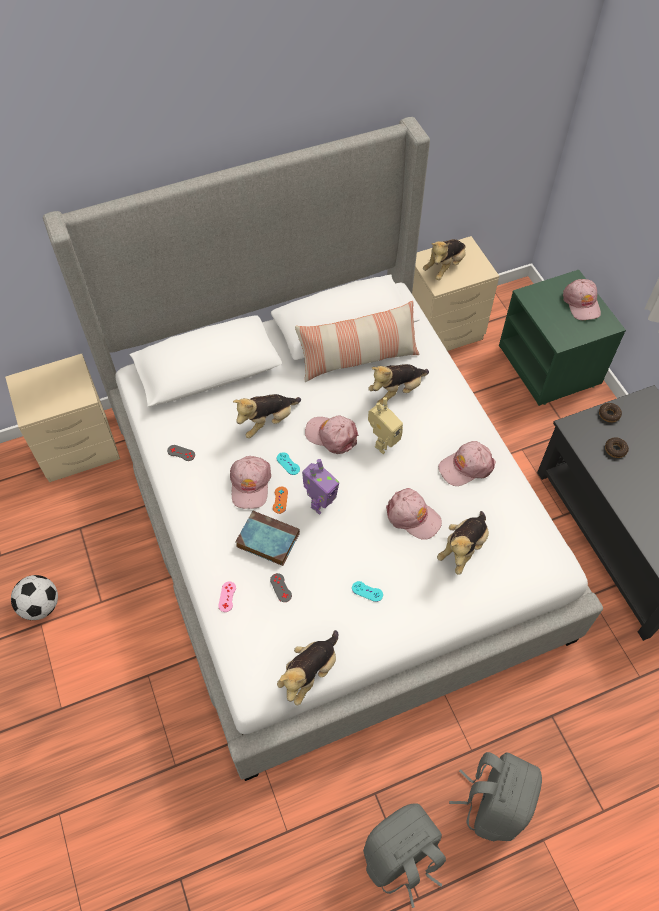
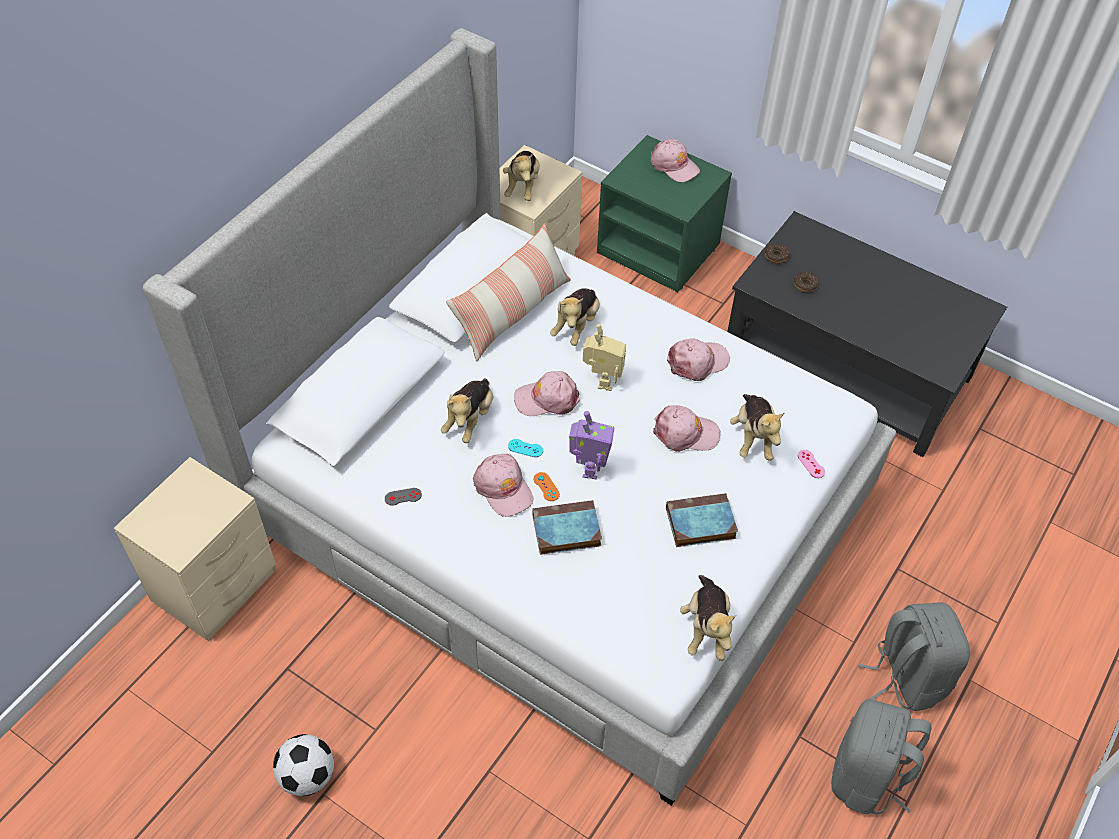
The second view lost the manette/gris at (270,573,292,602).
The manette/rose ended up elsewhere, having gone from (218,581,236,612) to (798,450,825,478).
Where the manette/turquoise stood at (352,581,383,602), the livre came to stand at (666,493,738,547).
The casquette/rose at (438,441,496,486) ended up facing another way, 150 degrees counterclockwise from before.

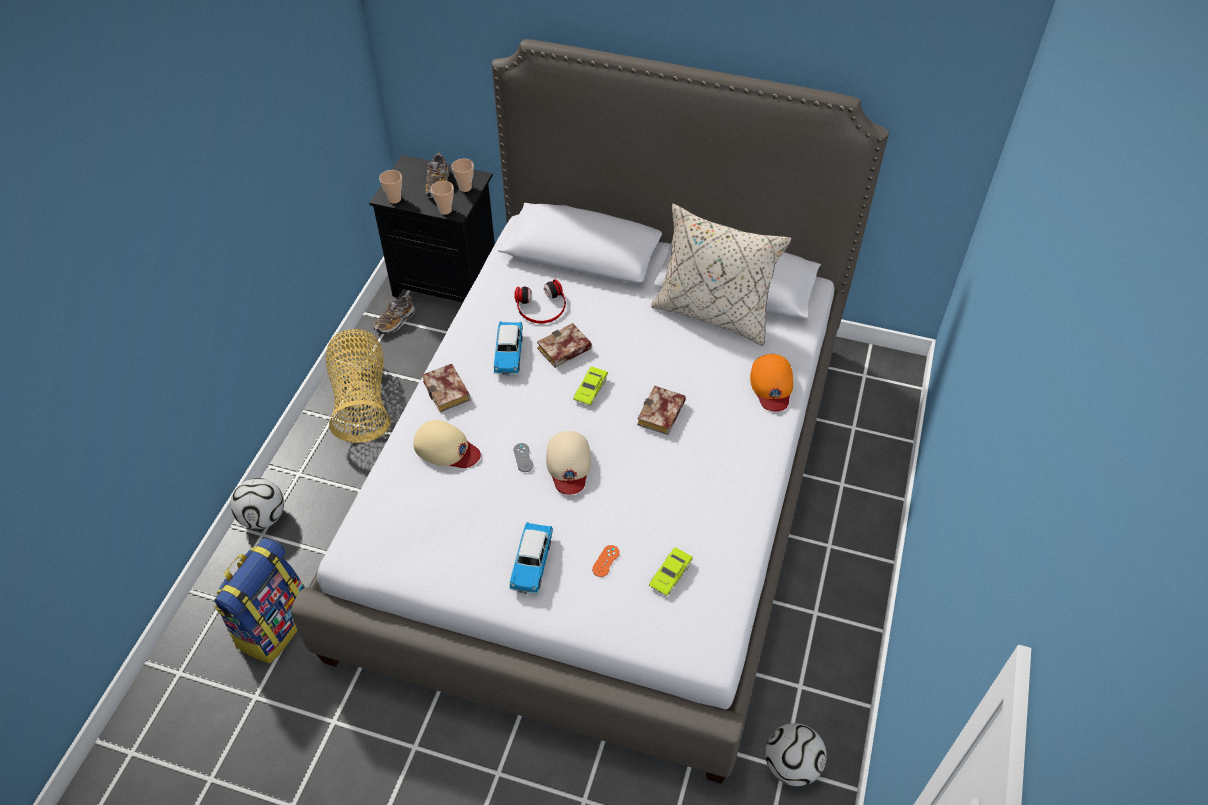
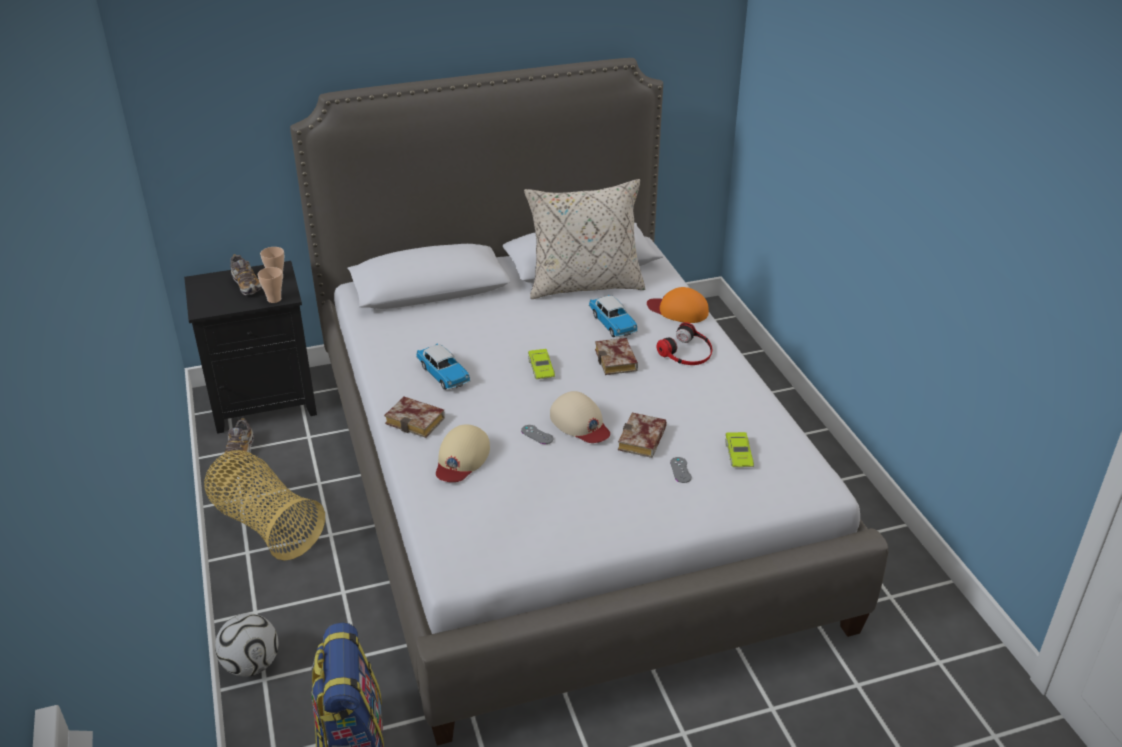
The second view lost the tasse at (379,170,402,203).
The second view lost the ballon de foot at (765,723,827,786).
The petite voiture ended up elsewhere, having gone from (509,522,553,594) to (589,295,638,337).
The casque audio ended up elsewhere, having gone from (514,279,566,324) to (657,322,712,365).
The livre ended up elsewhere, having gone from (537,323,592,368) to (618,413,667,458).
What was the manette/orange at (592,545,620,577) turned into the manette/gris at (670,457,692,483).
The casquette/beige at (413,420,481,468) ended up facing another way, 120 degrees clockwise from before.
The casquette/orange at (750,354,793,411) ended up facing another way, 150 degrees clockwise from before.

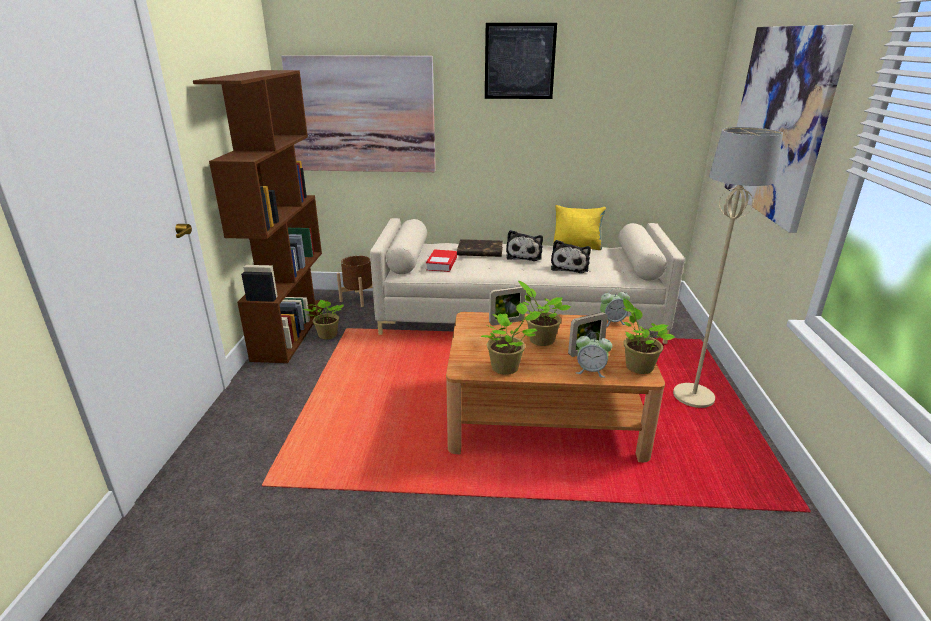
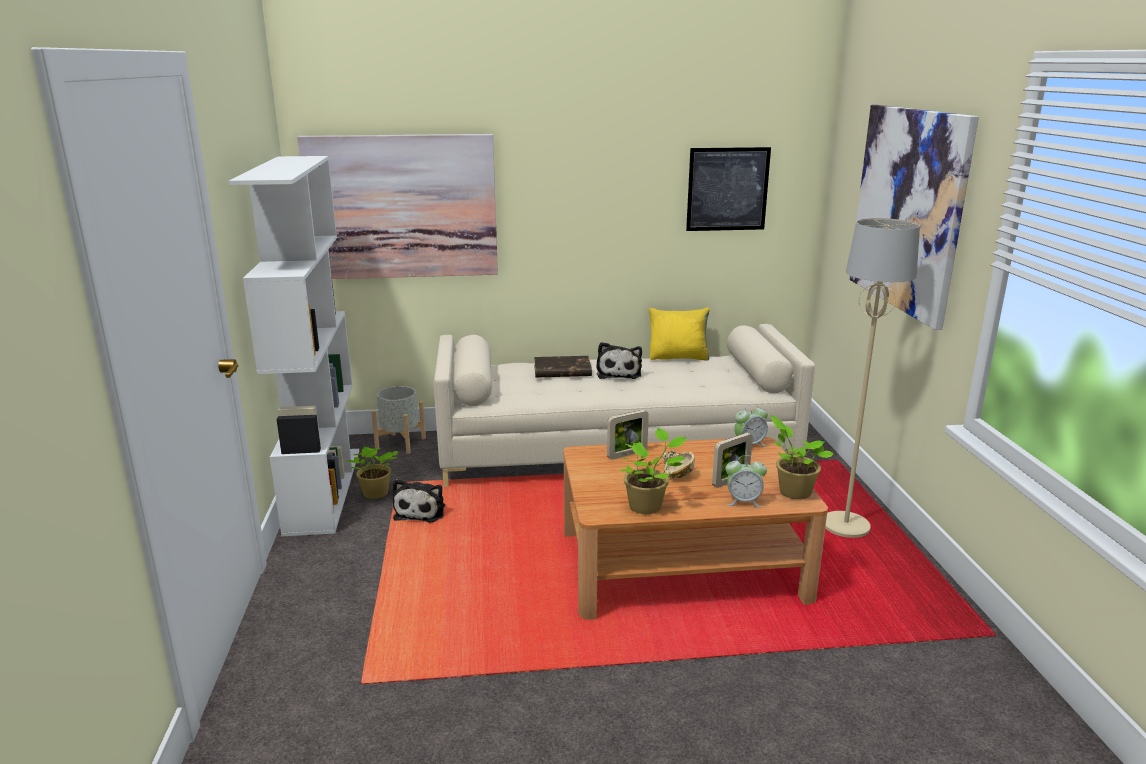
The second view lost the livre at (426,250,457,272).
The tableau ended up elsewhere, having gone from (485,23,557,99) to (686,147,771,231).
The peluche ended up elsewhere, having gone from (551,240,591,273) to (393,479,445,522).
Where the plante en pot stood at (518,281,571,346), the bol/beige came to stand at (662,450,695,479).
What was the bibliothèque/marron at (193,70,328,363) turned into the bibliothèque/blanc at (229,156,359,537).
What was the cache-pot/marron at (337,256,373,307) turned into the cache-pot/gris at (372,386,426,454).

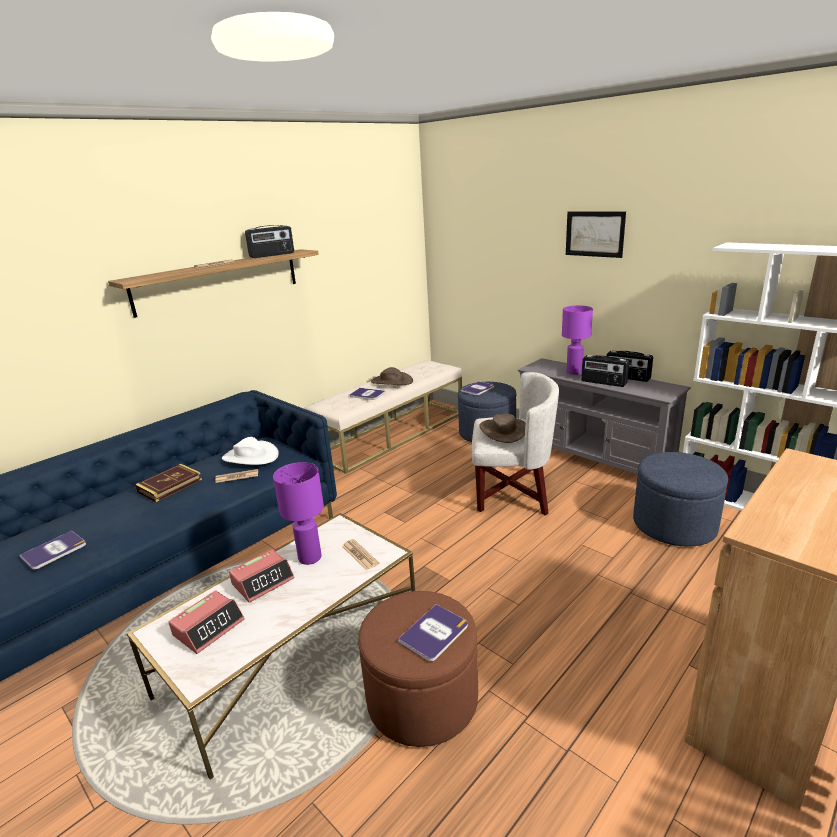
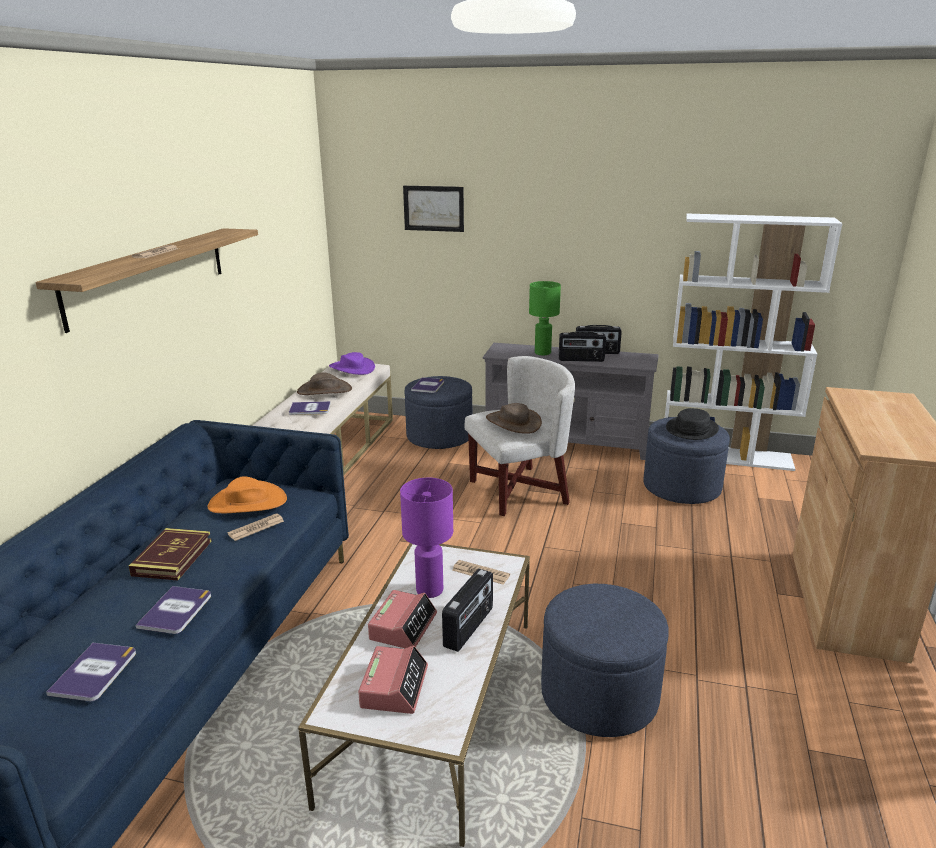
The second view gained the chapeau/violet at (329,352,375,375).
The second view gained the chapeau/noir at (666,408,719,440).
The radio ended up elsewhere, having gone from (245,225,294,258) to (442,569,493,652).
The livre ended up elsewhere, having gone from (398,604,468,662) to (136,586,211,634).
The tableau ended up elsewhere, having gone from (566,212,626,258) to (403,186,464,232).
What was the chapeau/blanc at (222,437,279,465) turned into the chapeau/orange at (207,476,287,513).
What was the pouf/marron at (358,591,478,747) turned into the pouf/bleu at (541,584,669,737).
What was the lampe de table/violet at (562,305,593,375) turned into the lampe de table/vert at (529,281,561,355).

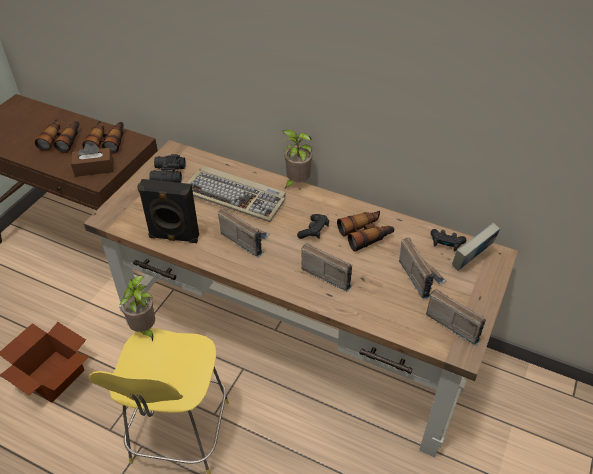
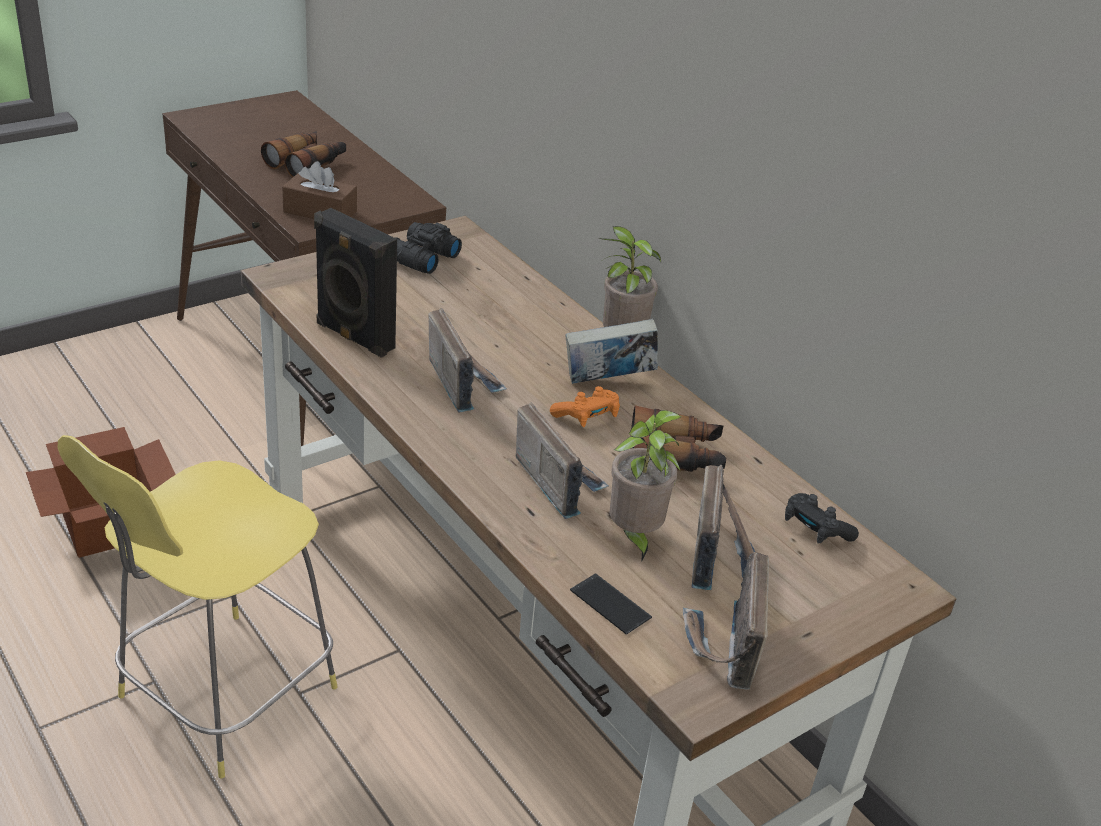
The second view lost the jumelles at (82,121,124,154).
The second view lost the clavier at (186,166,286,222).
The second view gained the téléphone at (570,573,652,635).
The plante en pot ended up elsewhere, having gone from (120,276,155,341) to (610,410,681,560).
The livre ended up elsewhere, having gone from (452,223,500,271) to (565,319,658,384).
What was the manette/noir at (297,214,329,239) turned into the manette/orange at (550,386,620,427).
The radio at (426,289,486,346) ended up facing another way, 150 degrees counterclockwise from before.

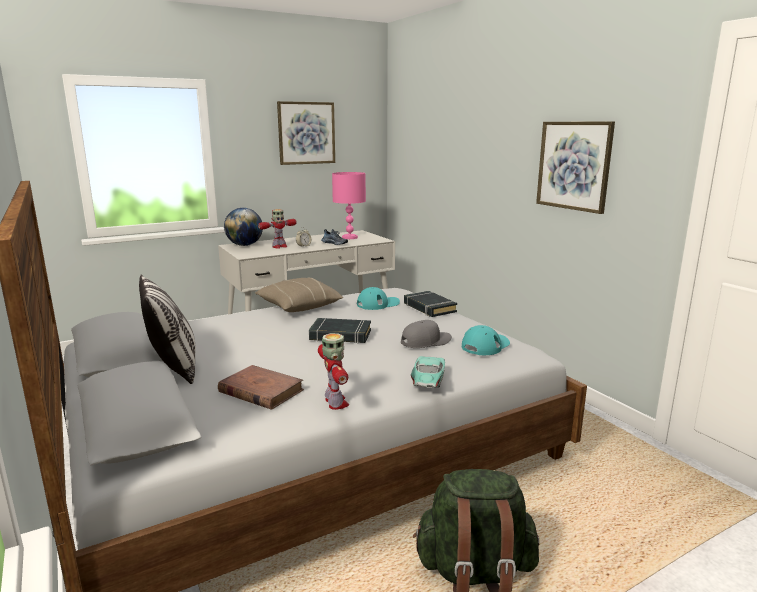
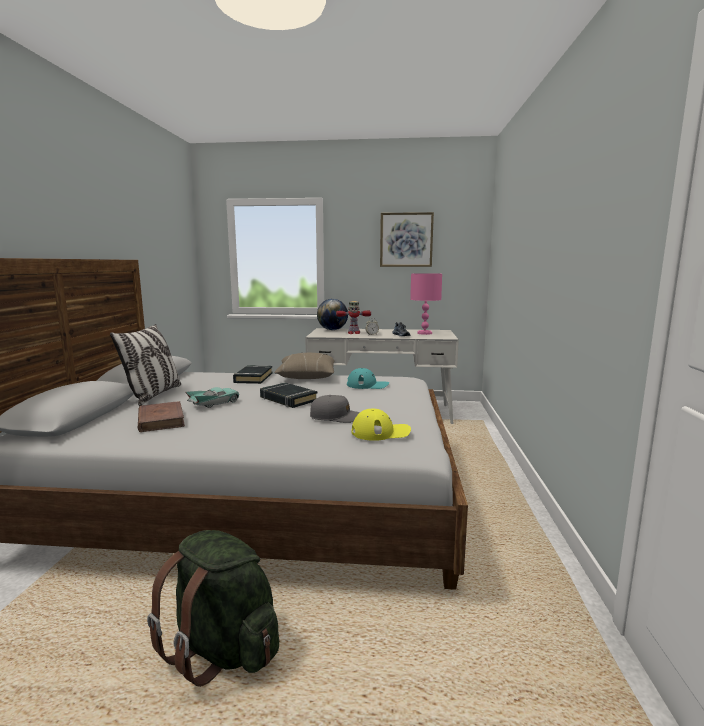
The second view lost the robot jouet at (318,333,349,410).
The second view lost the tableau at (536,121,615,214).
The livre/noir ended up elsewhere, having gone from (404,291,457,317) to (233,365,273,384).
The petite voiture/turquoise ended up elsewhere, having gone from (411,356,445,388) to (186,387,239,408).
What was the casquette/turquoise at (462,325,510,355) turned into the casquette/jaune at (351,409,411,441).

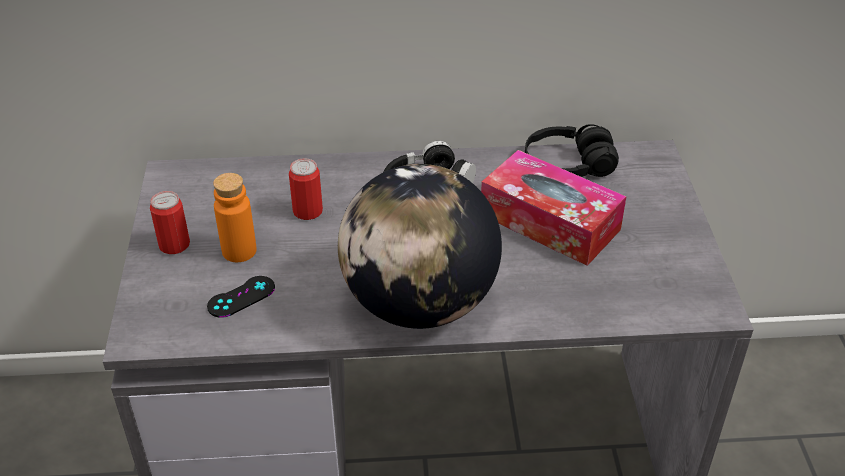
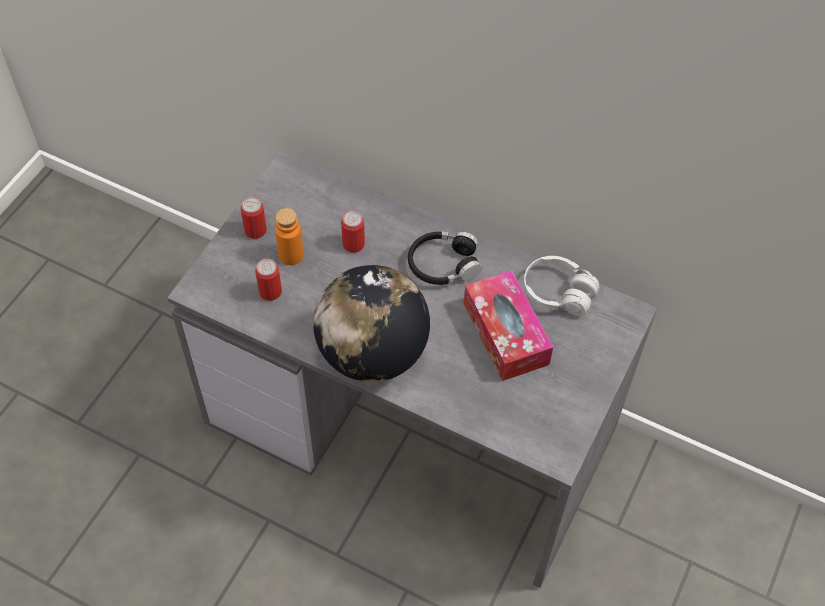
Where the manette/noir stood at (207,276,275,318), the boîte métallique came to stand at (255,259,282,301).
What was the casque audio/noir at (525,124,619,177) turned into the casque audio/blanc at (524,256,600,316).

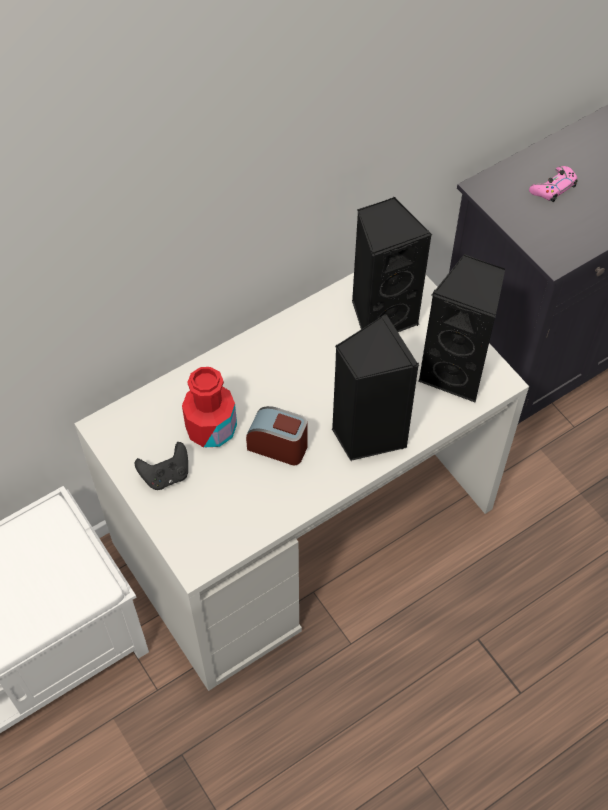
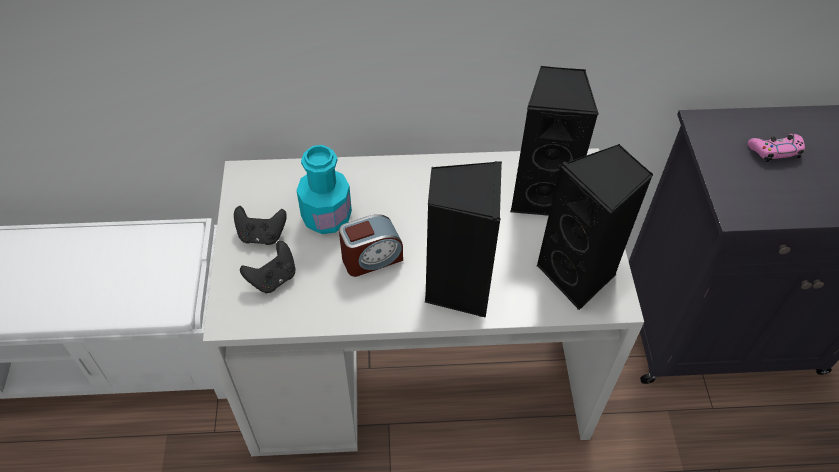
The second view gained the manette/noir at (240,241,296,293).
What was the bouteille/rouge at (182,367,237,447) turned into the bouteille/turquoise at (296,145,352,234).
The réveil at (246,406,308,465) ended up facing another way, 105 degrees clockwise from before.

